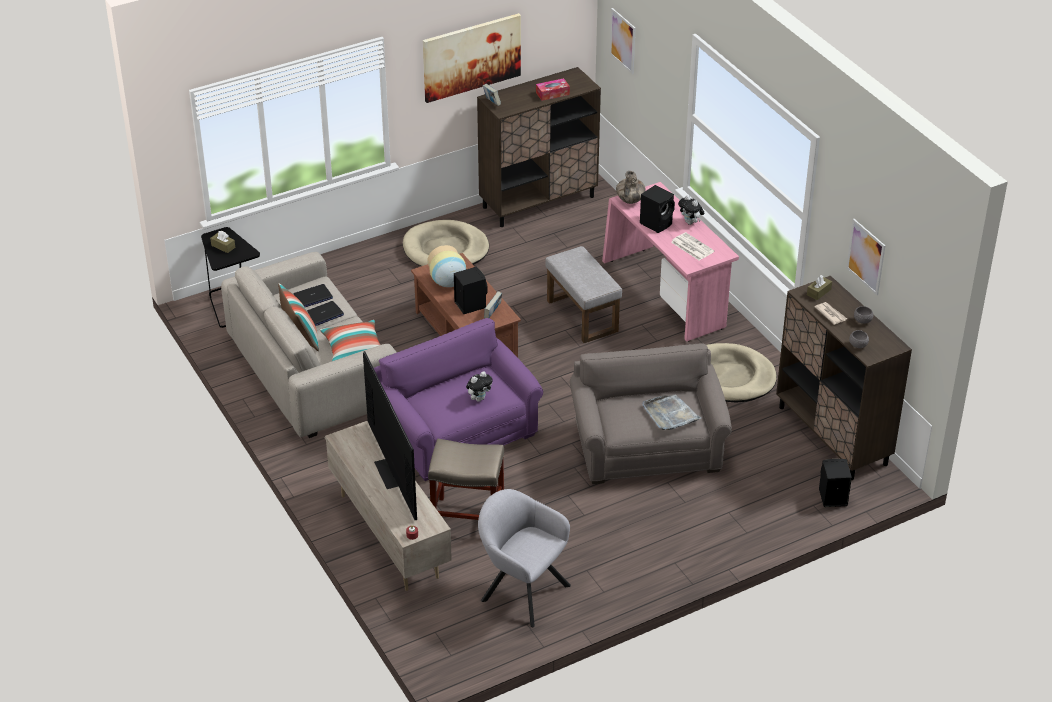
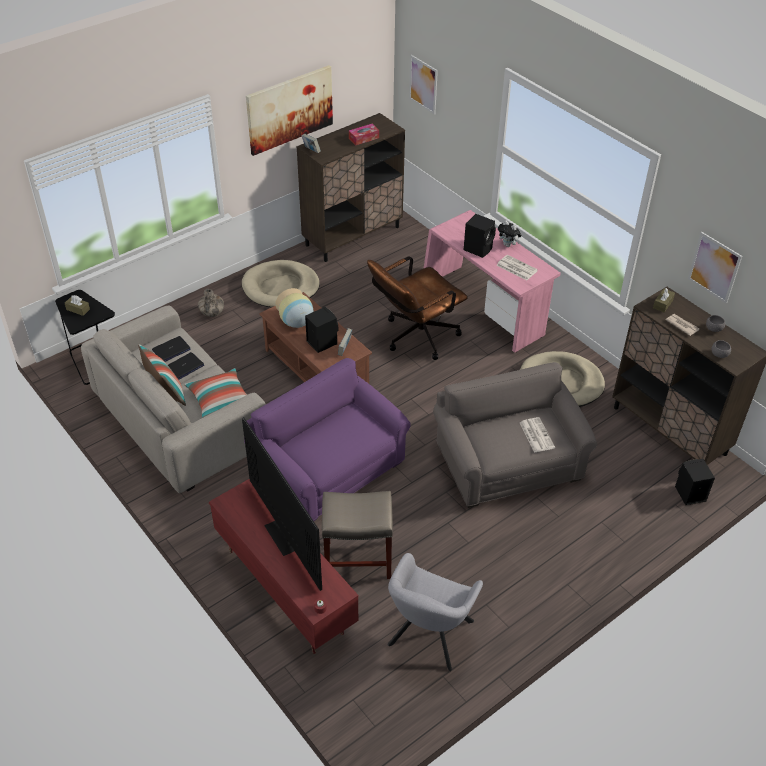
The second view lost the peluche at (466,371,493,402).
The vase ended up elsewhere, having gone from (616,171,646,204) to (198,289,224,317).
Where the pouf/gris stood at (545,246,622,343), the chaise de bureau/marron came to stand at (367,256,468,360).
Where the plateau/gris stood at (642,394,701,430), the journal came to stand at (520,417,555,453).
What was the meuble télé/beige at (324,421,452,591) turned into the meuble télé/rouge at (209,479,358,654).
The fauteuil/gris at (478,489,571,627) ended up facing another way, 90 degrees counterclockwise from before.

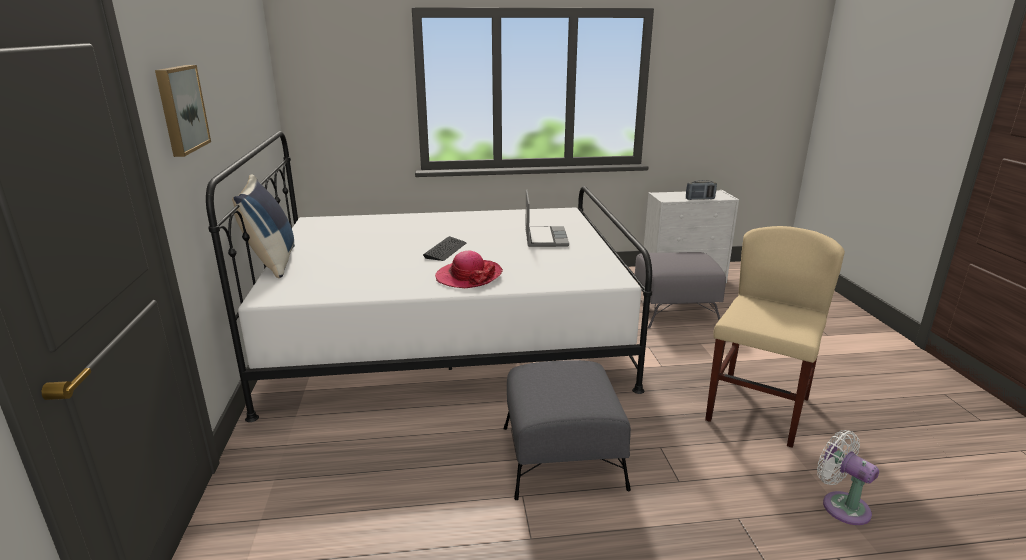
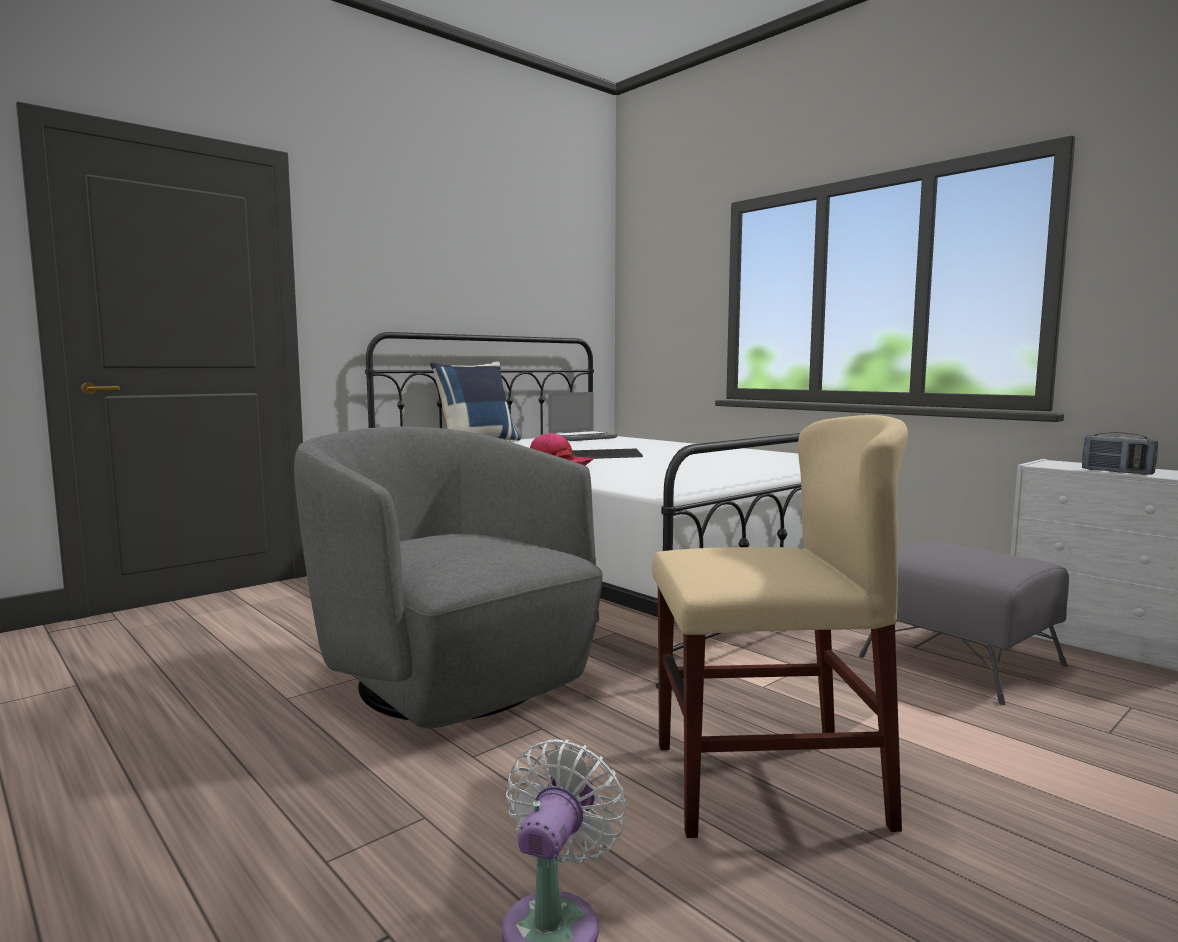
The second view lost the tableau at (155,65,211,157).
The ordinateur portable ended up elsewhere, having gone from (525,190,569,247) to (548,392,617,441).
Where the pouf/gris stood at (504,360,631,500), the fauteuil/gris came to stand at (294,427,603,729).

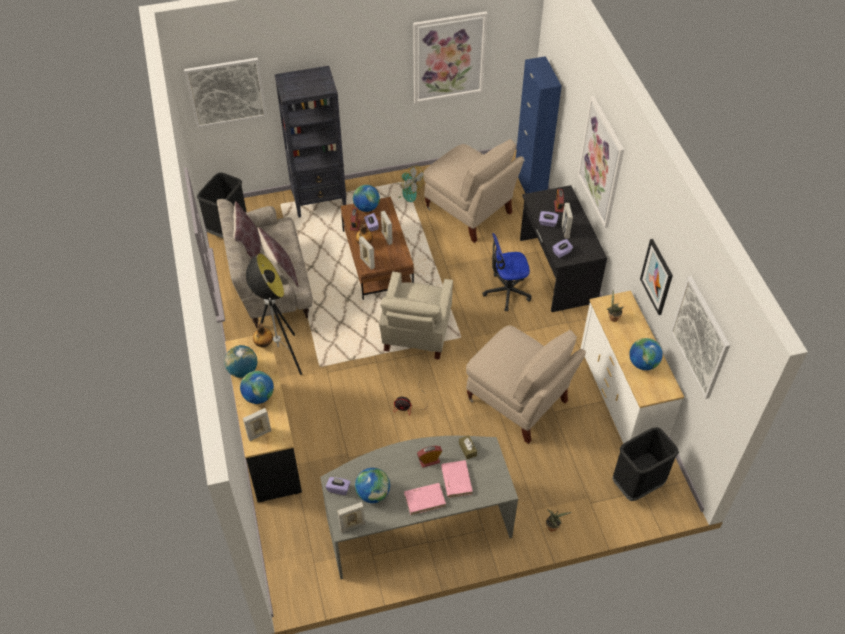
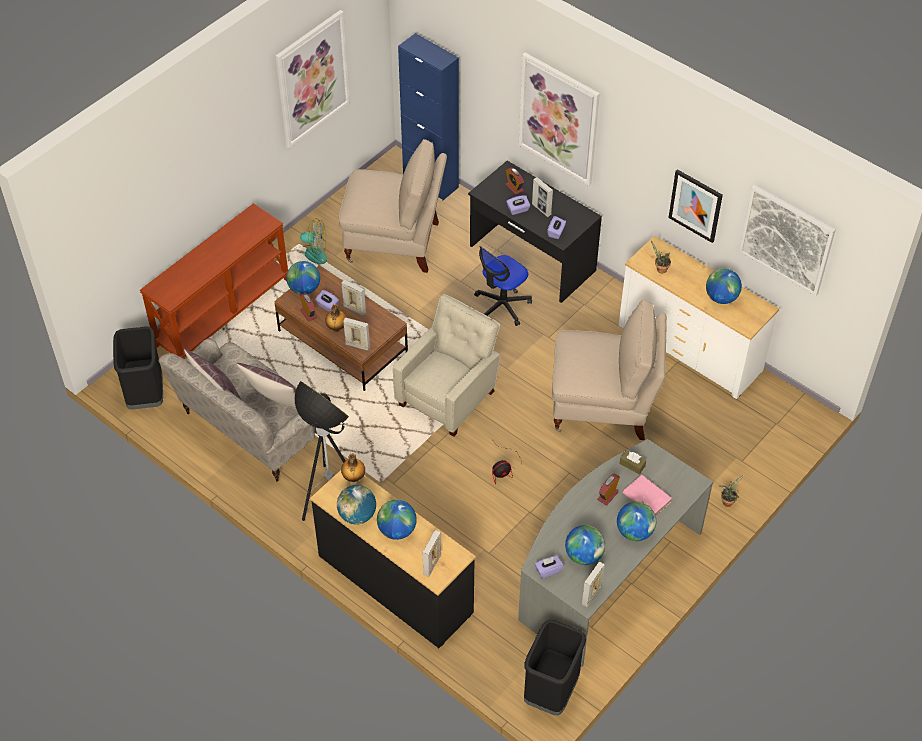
The second view lost the tableau at (184,58,267,128).
The poubelle/noir ended up elsewhere, having gone from (613,427,679,501) to (524,620,586,715).
Where the bibliothèque/noir stood at (275,66,346,218), the table console/marron came to stand at (140,203,288,358).
Where the livre/rose stood at (404,483,446,515), the globe came to stand at (617,502,656,541).
The fauteuil/beige at (379,272,453,360) ended up facing another way, 120 degrees counterclockwise from before.

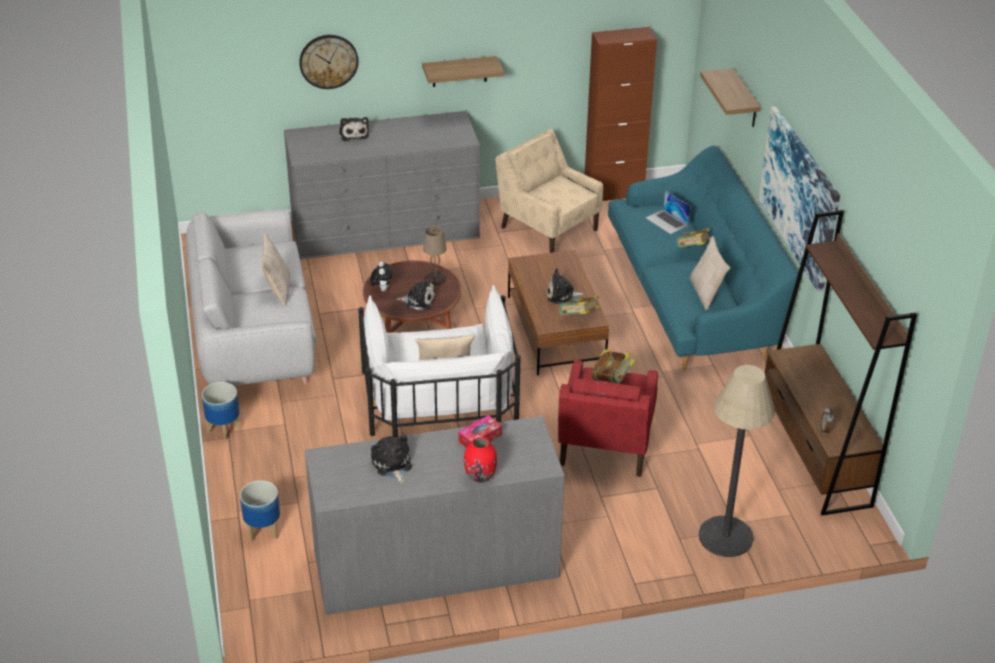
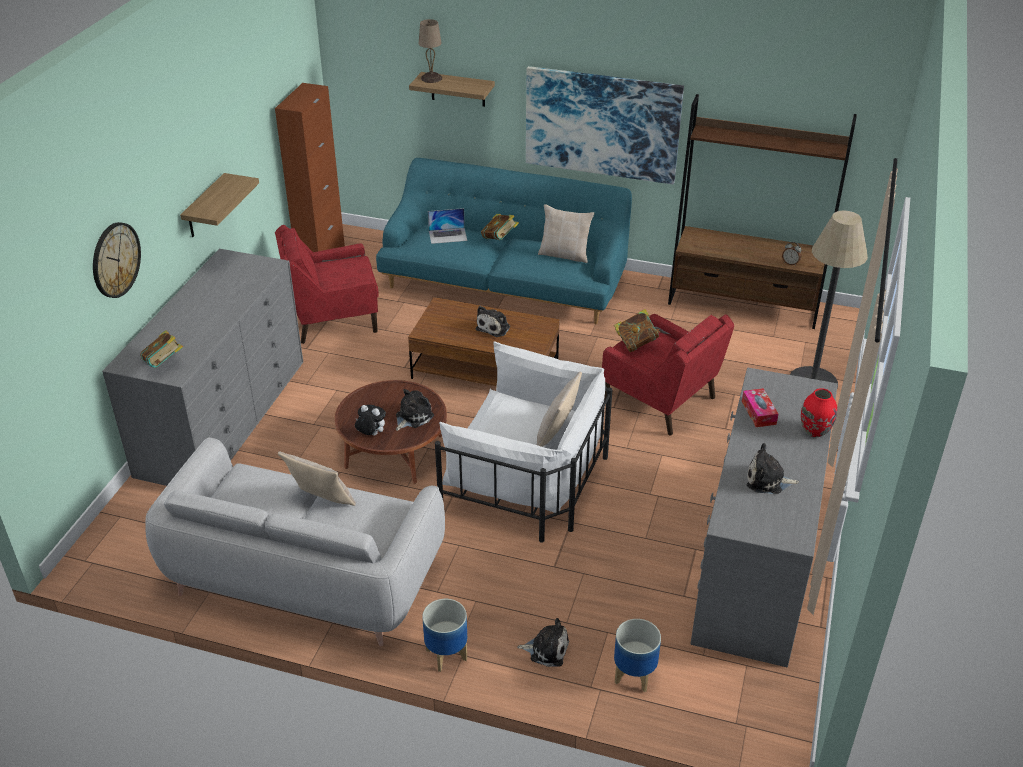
The peluche ended up elsewhere, having gone from (339,117,369,141) to (517,618,569,667).
The lampe de table/beige ended up elsewhere, having gone from (423,226,447,286) to (419,19,442,83).
The livre ended up elsewhere, having gone from (559,296,601,315) to (140,330,183,368).
What was the fauteuil/beige at (495,129,603,253) turned into the fauteuil/rouge at (275,225,379,344).

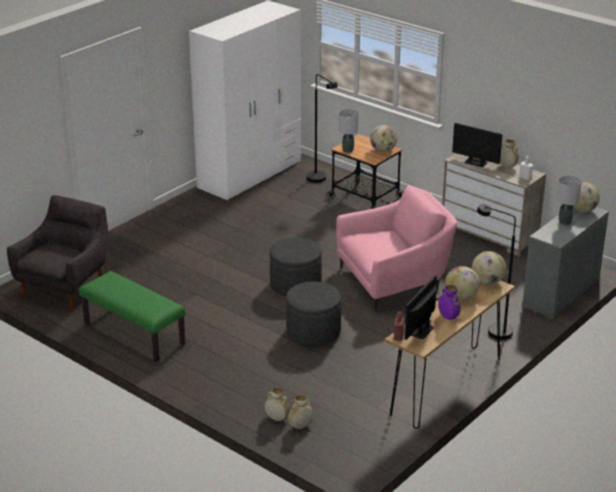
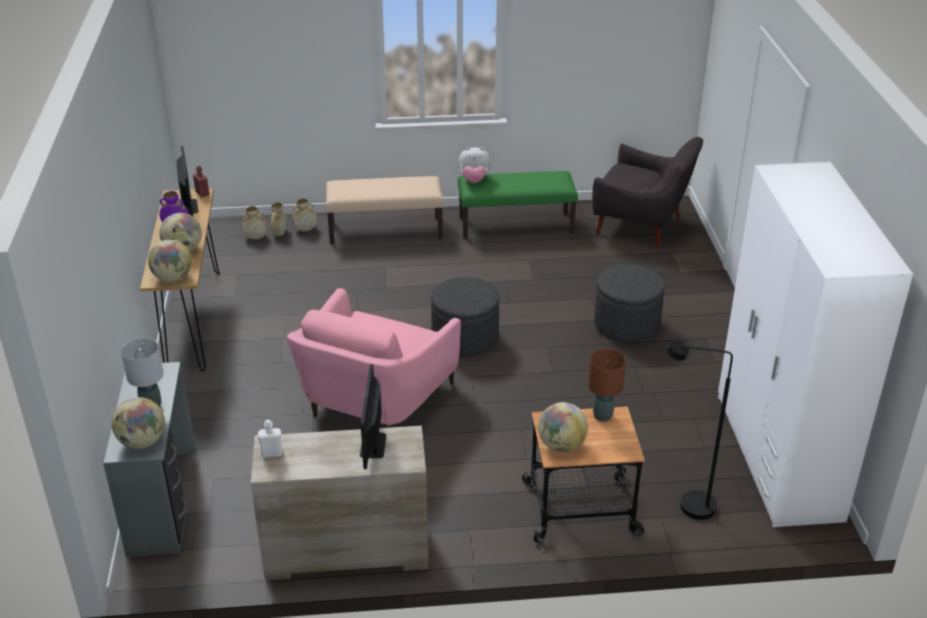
The second view lost the lampadaire/noir at (477,204,516,340).
The second view gained the banc/beige at (326,176,444,244).
The second view gained the peluche at (459,147,491,183).
The pouf/gris ended up elsewhere, having gone from (286,282,341,346) to (594,264,665,343).
The vase/beige ended up elsewhere, having gone from (500,139,519,168) to (242,206,268,239).
What was the lampe de table/gris at (339,109,359,153) turned into the lampe de table/marron at (588,349,626,422).
The fauteuil/gris at (7,195,109,312) ended up facing another way, 45 degrees counterclockwise from before.
The écran d'ordinateur at (452,123,502,167) ended up facing another way, 75 degrees counterclockwise from before.

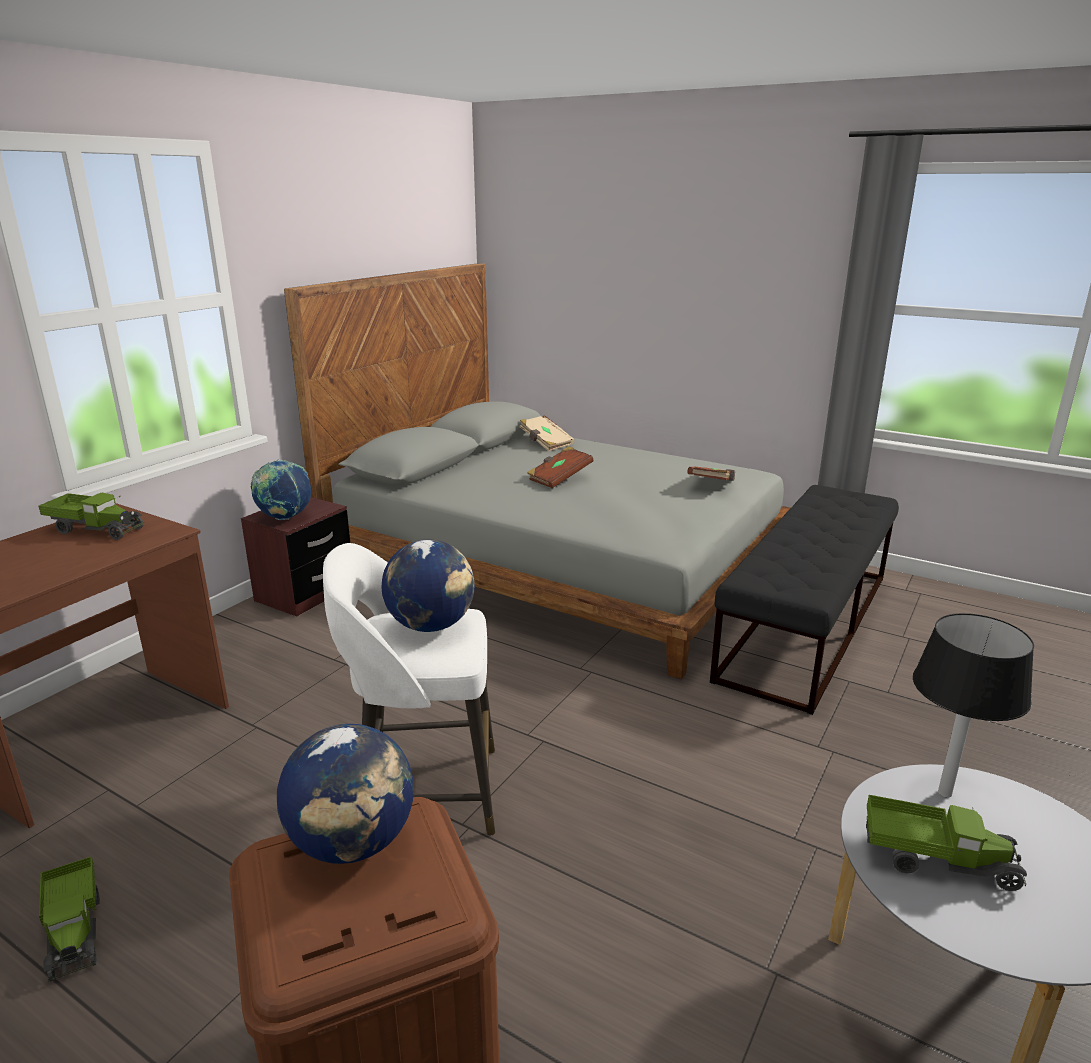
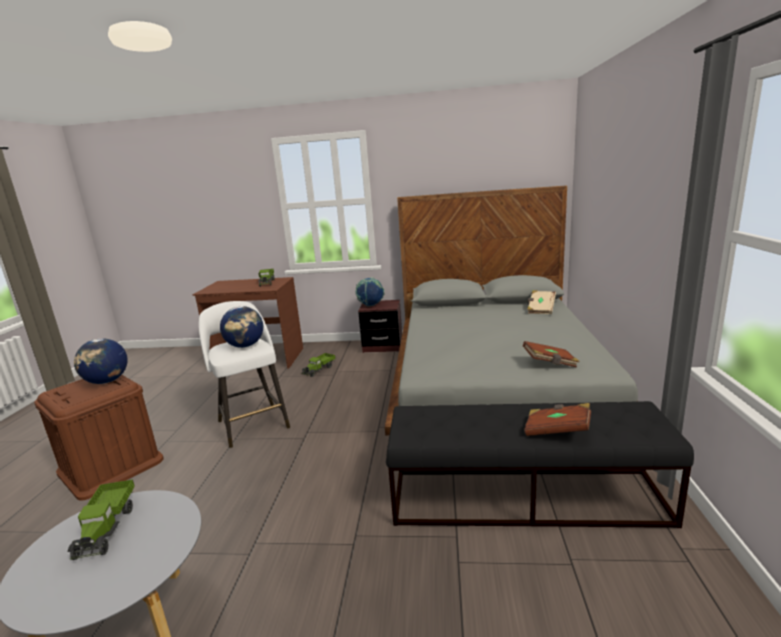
The second view lost the lampe de table/noir at (913,613,1034,797).
The camion jouet ended up elsewhere, having gone from (39,856,100,982) to (302,353,336,377).
The livre/marron ended up elsewhere, having gone from (527,446,594,488) to (524,403,591,436).

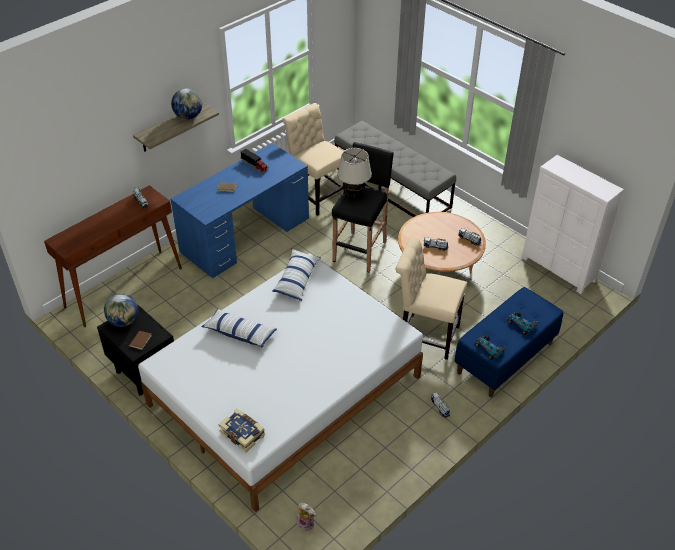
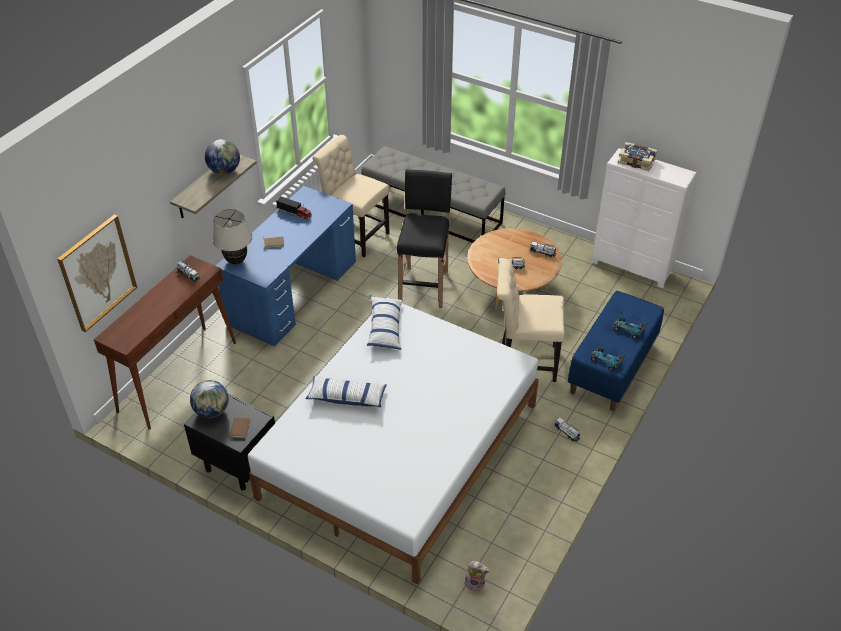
The second view gained the tableau at (57,214,137,332).
The livre ended up elsewhere, having gone from (218,409,265,452) to (618,142,657,171).
The lampe de table/beige ended up elsewhere, having gone from (337,148,372,197) to (213,209,252,264).

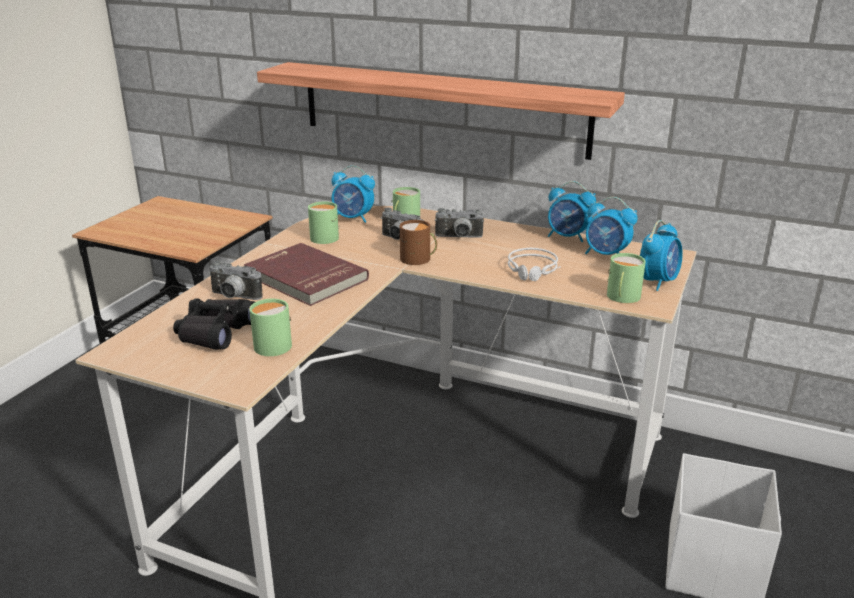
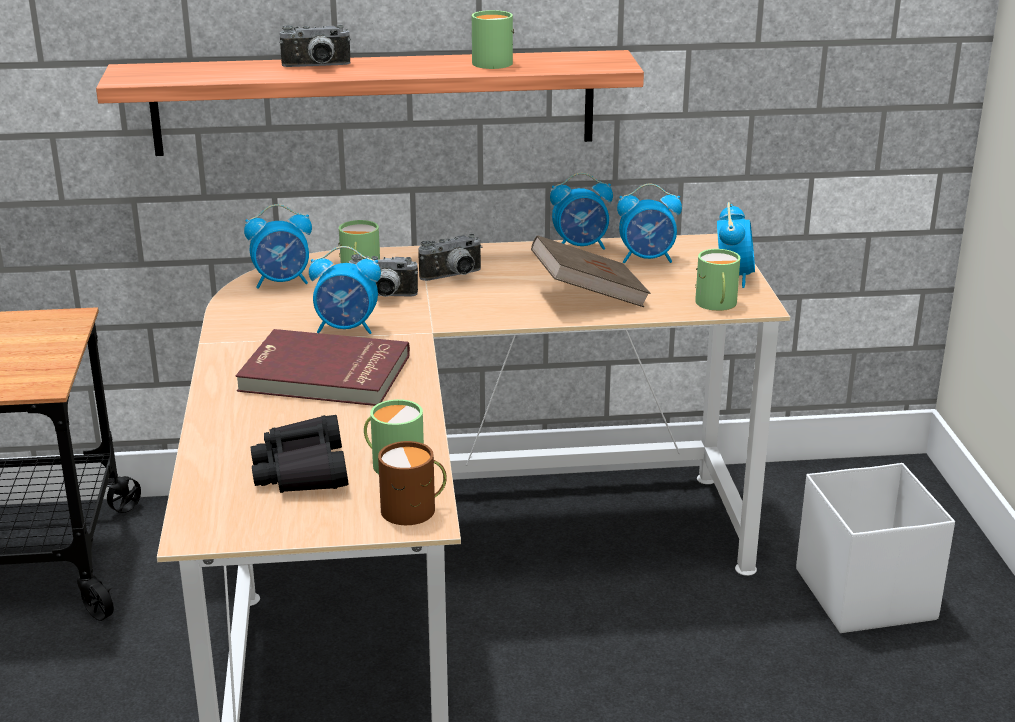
The second view gained the réveil at (309,246,381,334).
The appareil photo ended up elsewhere, having gone from (208,260,263,300) to (279,25,351,67).
The mug/vert ended up elsewhere, having gone from (308,201,339,244) to (472,10,514,69).
The mug/marron ended up elsewhere, having gone from (400,220,437,265) to (378,441,447,525).
Where the casque audio/gris stood at (508,248,561,281), the livre/marron came to stand at (531,235,650,307).

